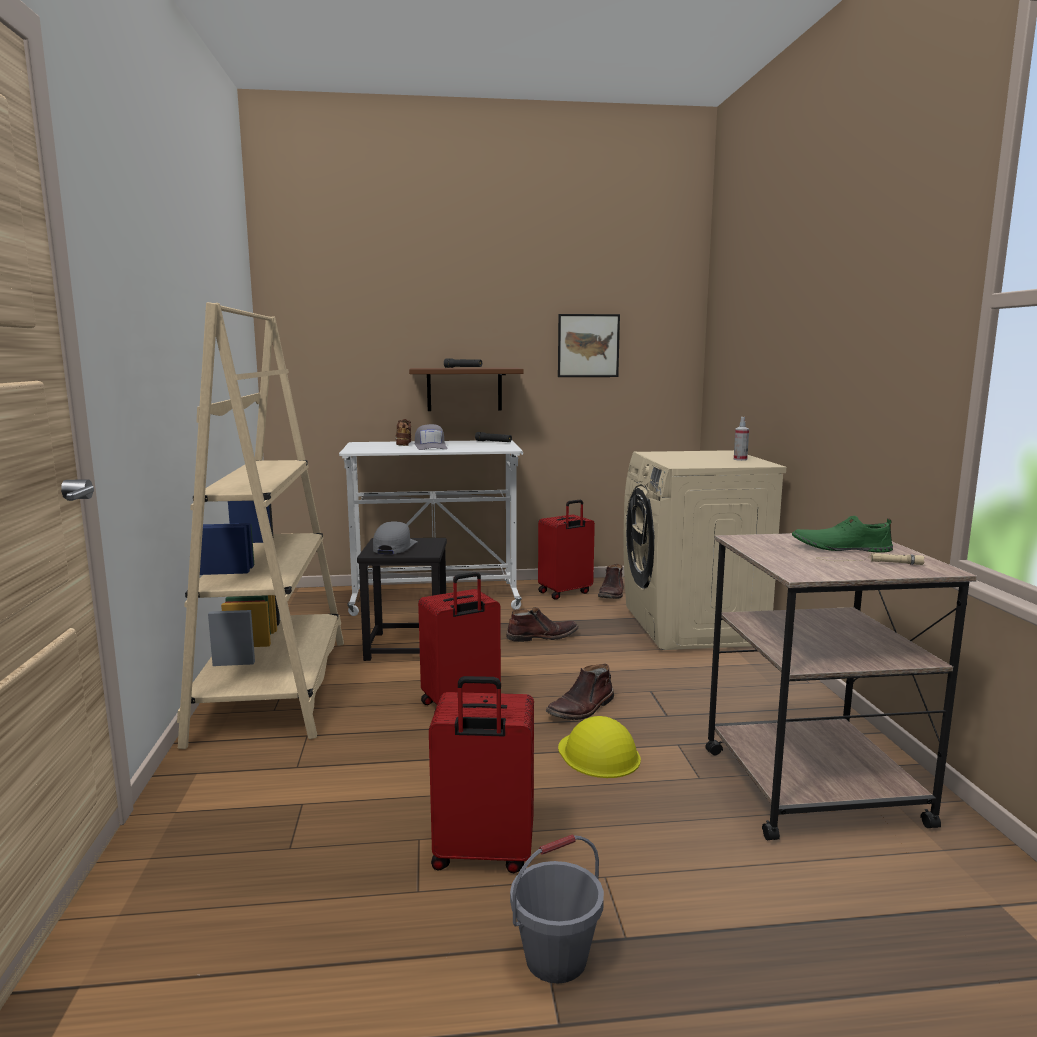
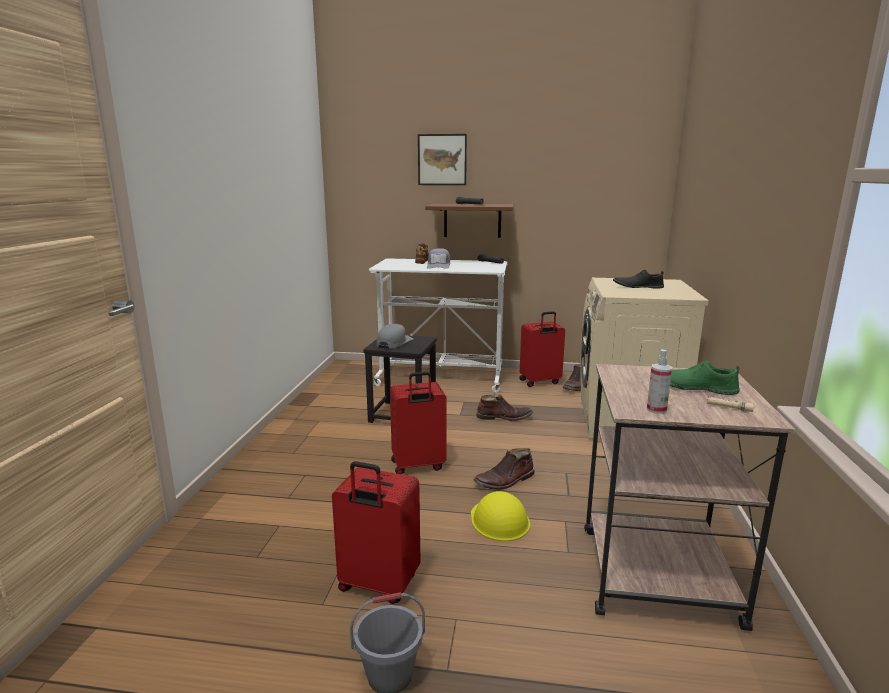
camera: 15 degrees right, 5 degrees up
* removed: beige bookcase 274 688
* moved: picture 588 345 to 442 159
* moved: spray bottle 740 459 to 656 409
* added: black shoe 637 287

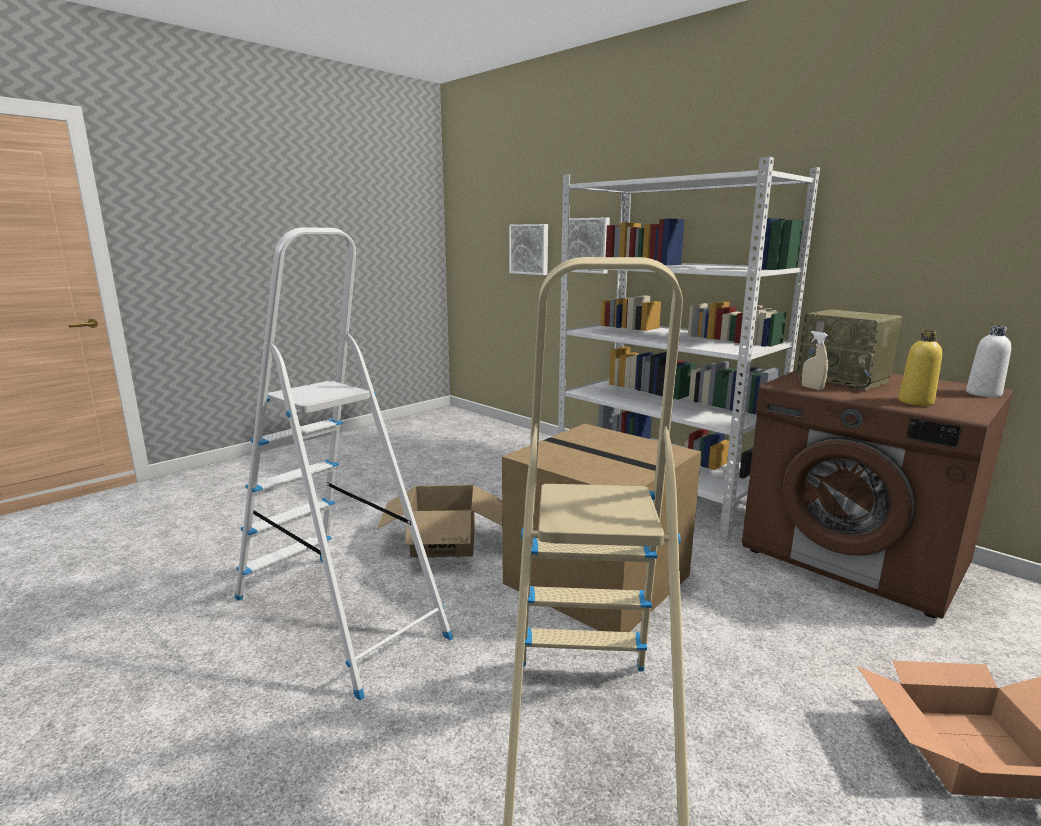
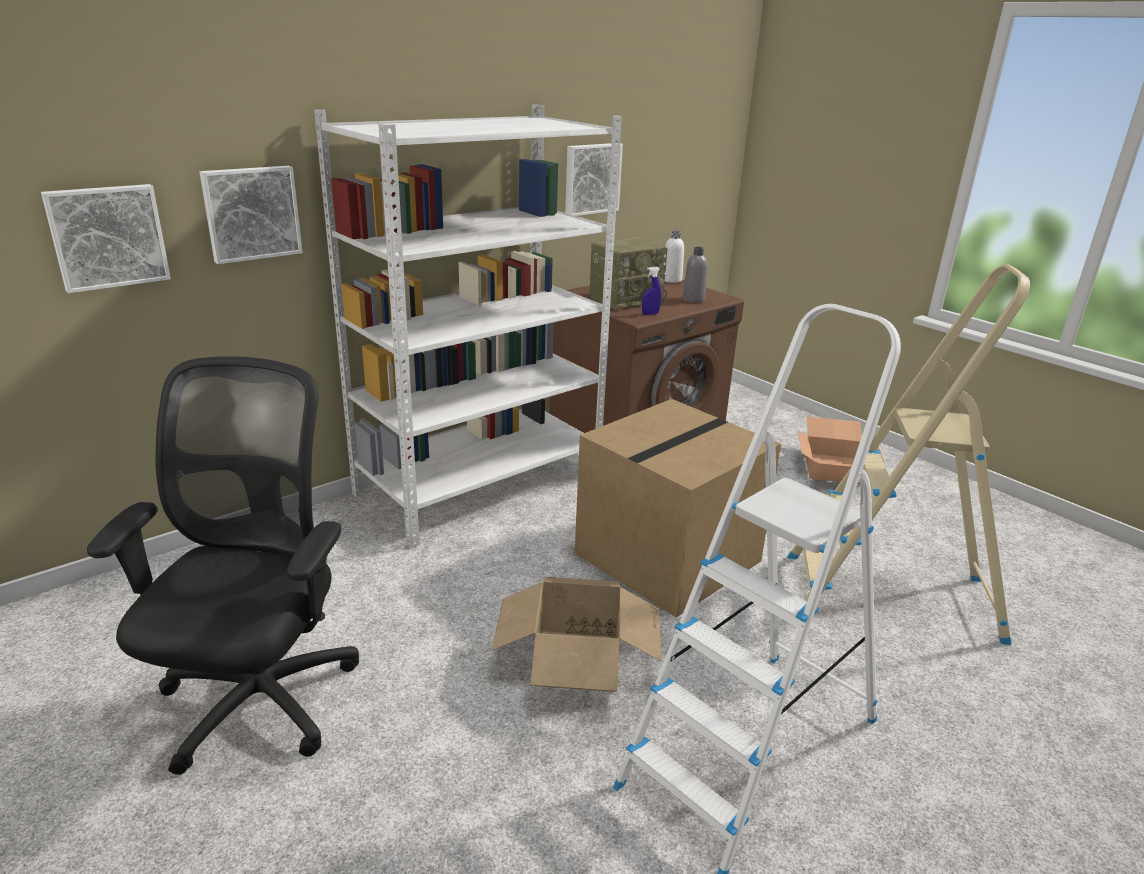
camera: 85 degrees left, 10 degrees up
* recoloured: yellow bottle 915 402 to grey bottle 693 299
* recoloured: beige spray bottle 812 388 to blue spray bottle 650 314
* added: picture 591 178
* added: black office chair 257 709

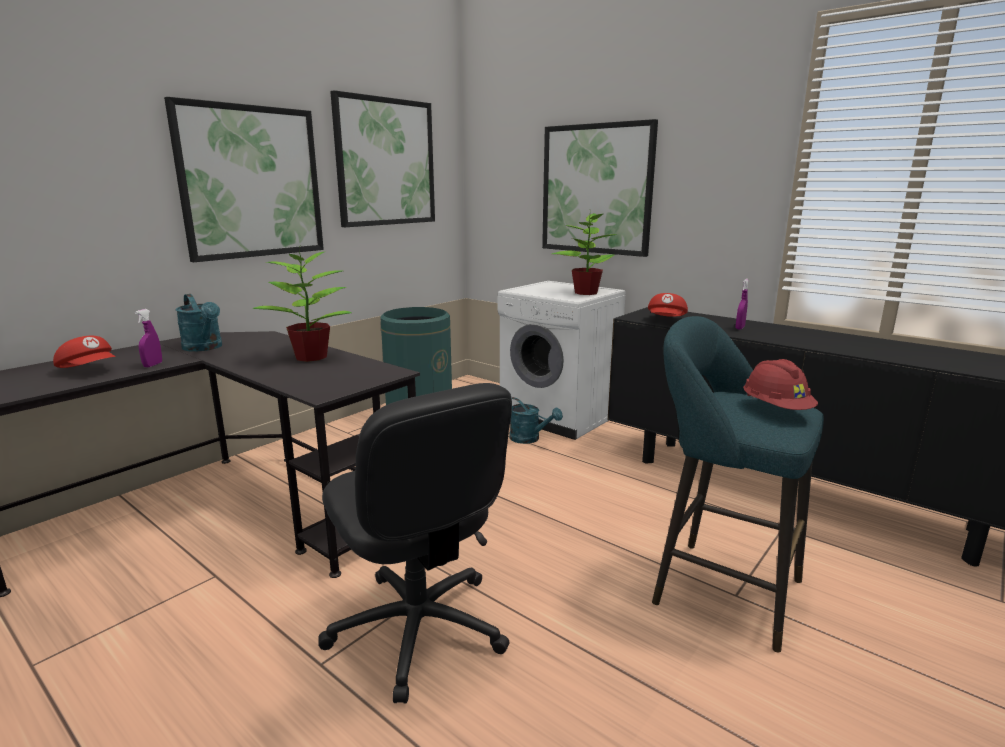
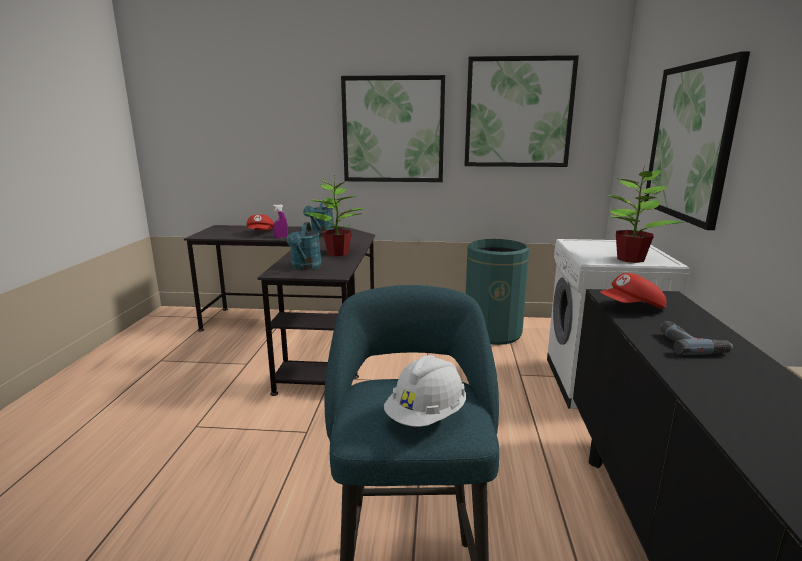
camera: 55 degrees right, 0 degrees up
* replaced: purple spray bottle 740 328 to power drill 690 344
* recoloured: red hard hat 776 409 to white hard hat 426 416
* removed: black office chair 417 628
* moved: turquoise watering can 529 439 to 305 267

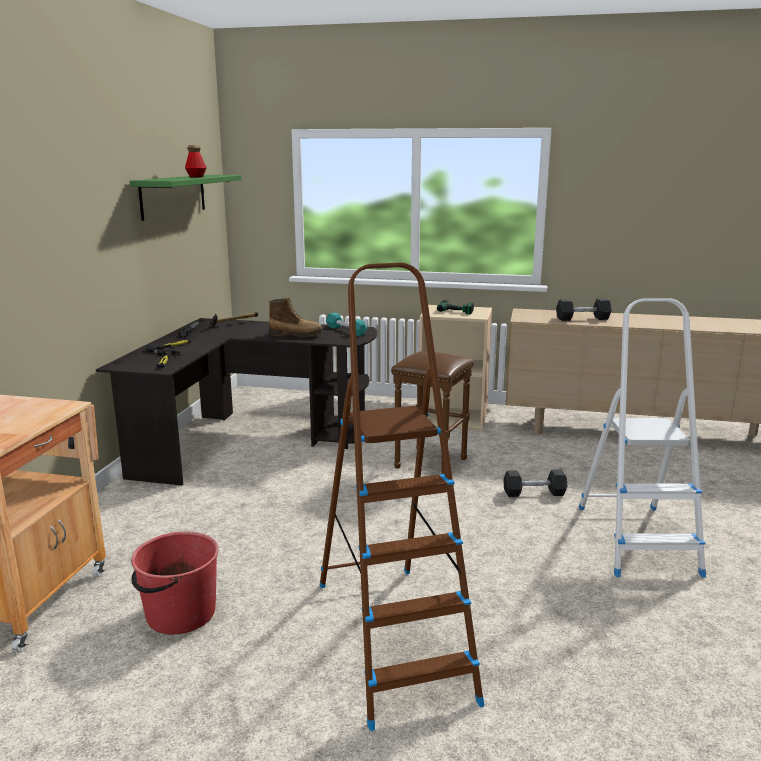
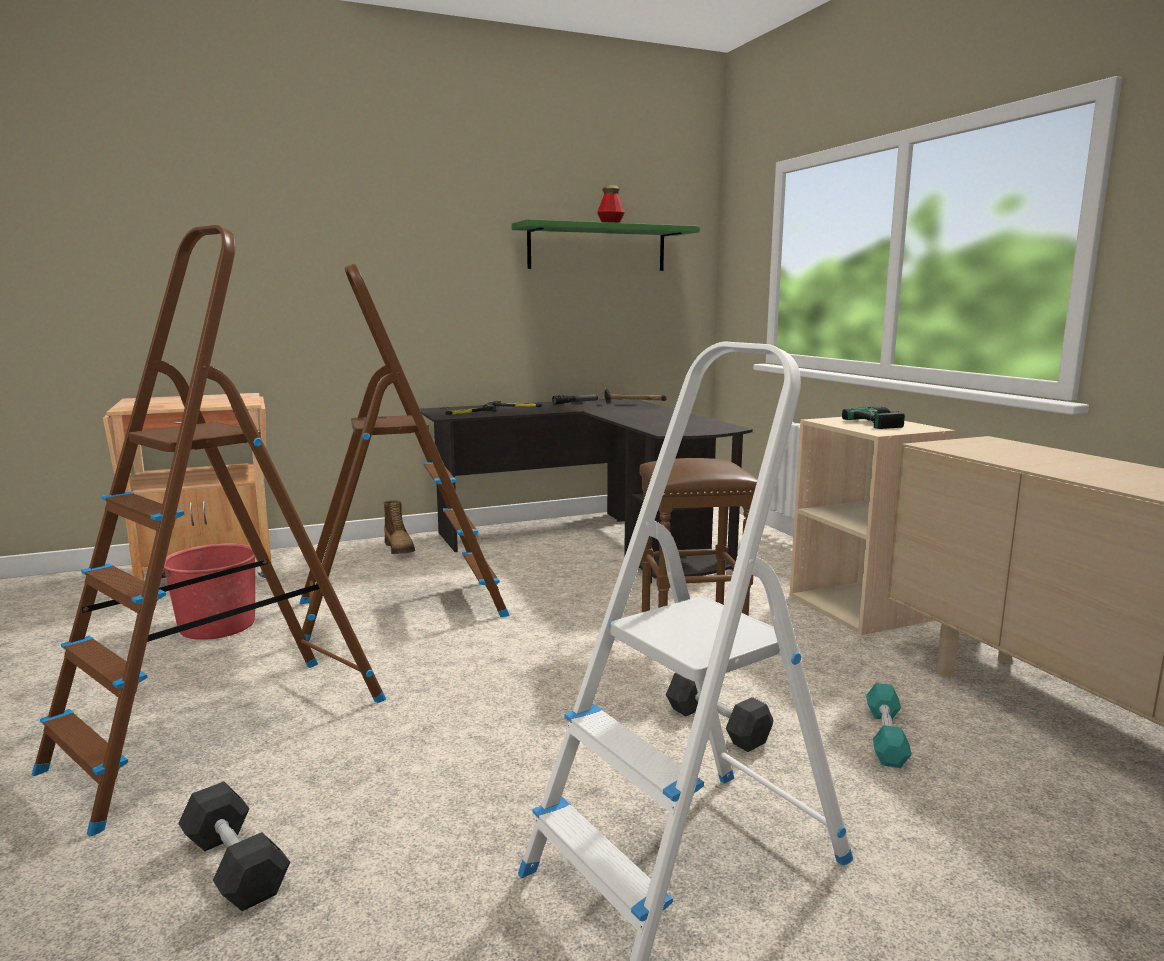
camera: 55 degrees right, 5 degrees down
* moved: boot 296 335 to 400 549
* moved: grey dumbbell 582 319 to 235 866
* moved: turquoise dumbbell 346 330 to 886 736
* added: brown step ladder 404 609

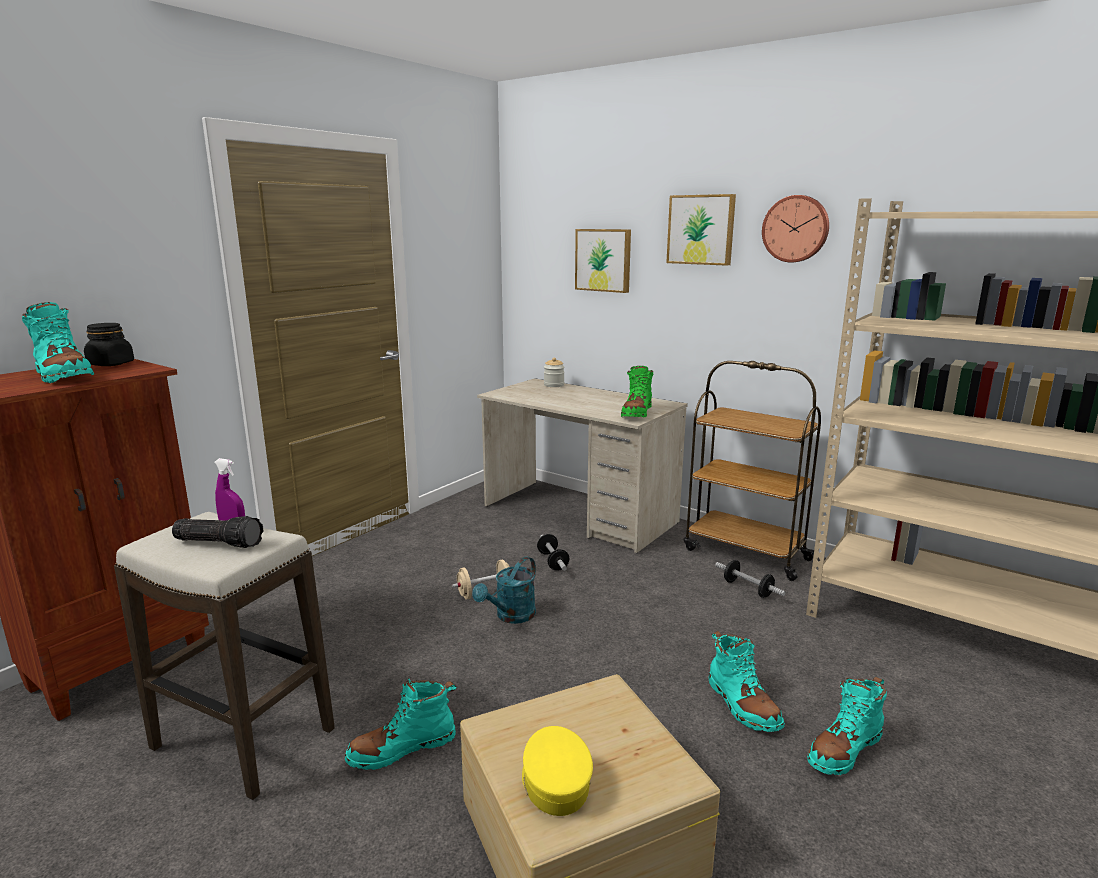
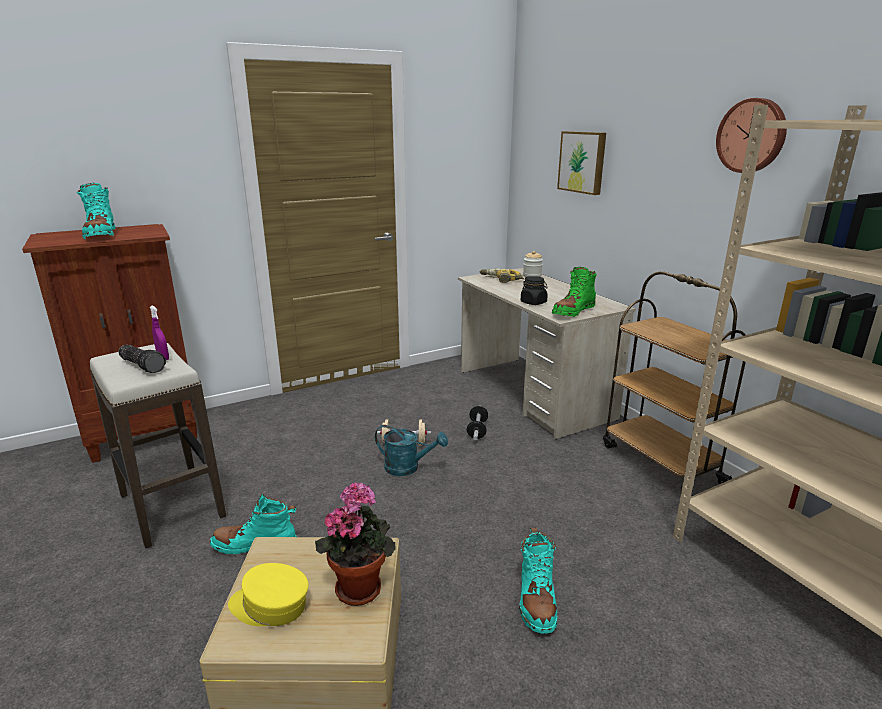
camera: 25 degrees right, 5 degrees up
* removed: picture 701 229
* moved: black jar 111 364 to 533 302
* turned: turquoise watering can 511 616 = 408 467 135 degrees counterclockwise
* removed: dumbbell 748 589
* removed: turquoise boot 844 750
* turned: yellow cap 555 782 = 270 606 90 degrees counterclockwise
* added: power drill 501 280
* added: potted plant 360 586

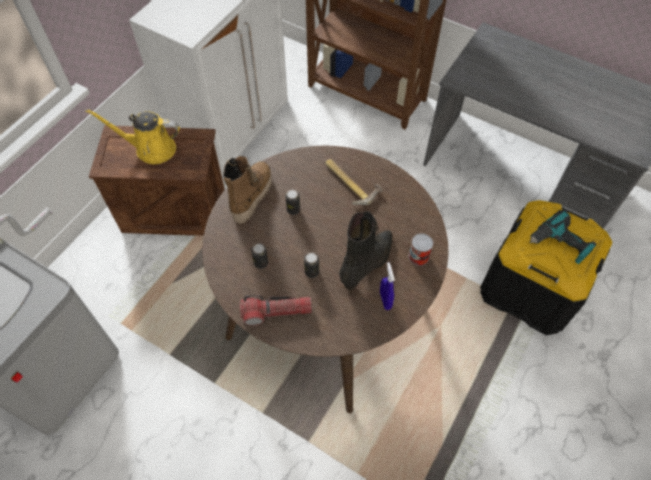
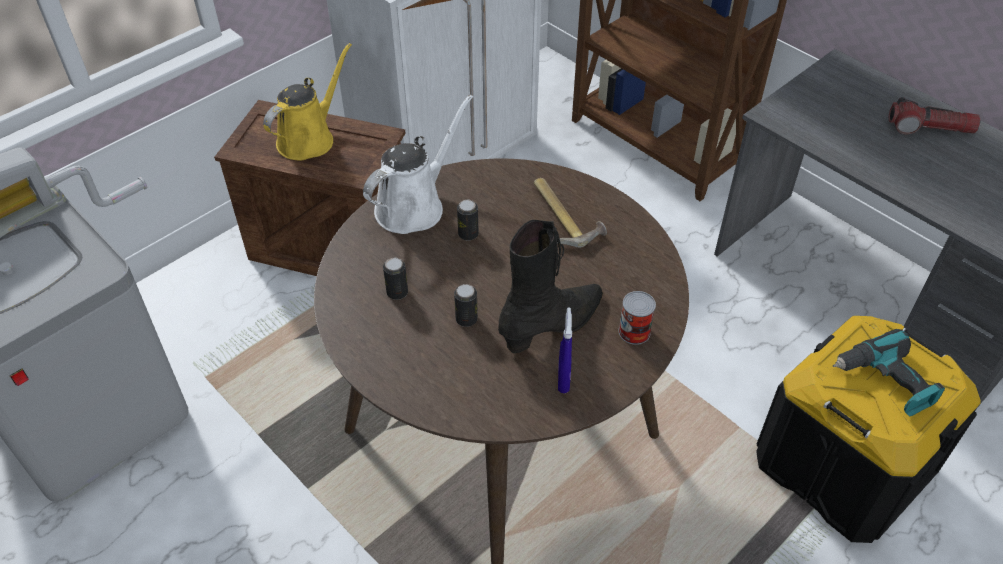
camera: 15 degrees right, 10 degrees down
* turned: yellow watering can 151 149 = 309 138 105 degrees clockwise
* replaced: boot 251 196 to white watering can 414 206
* moved: flashlight 276 312 to 929 128

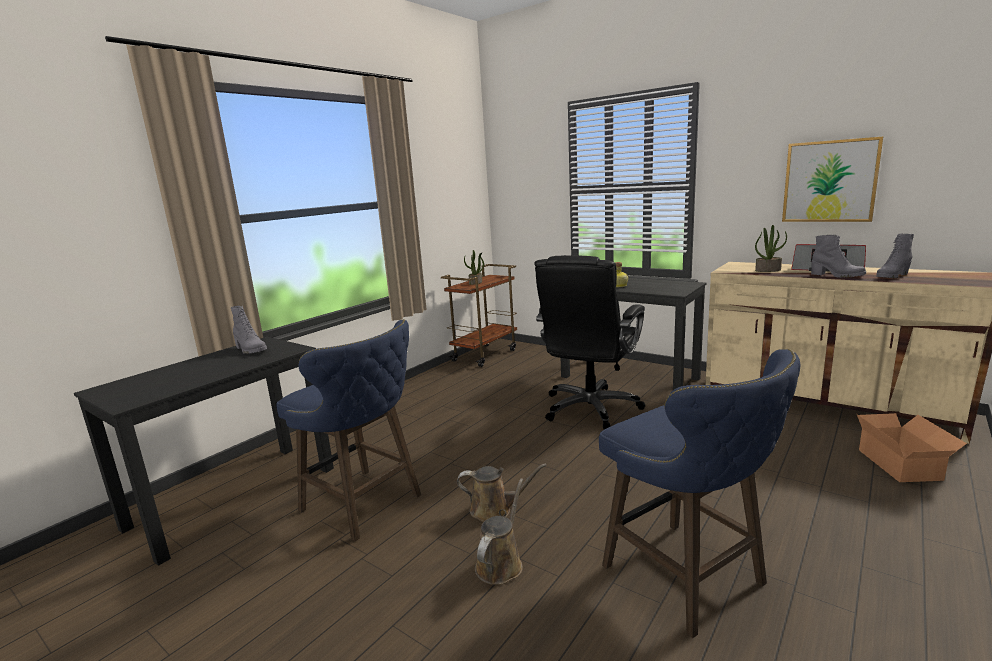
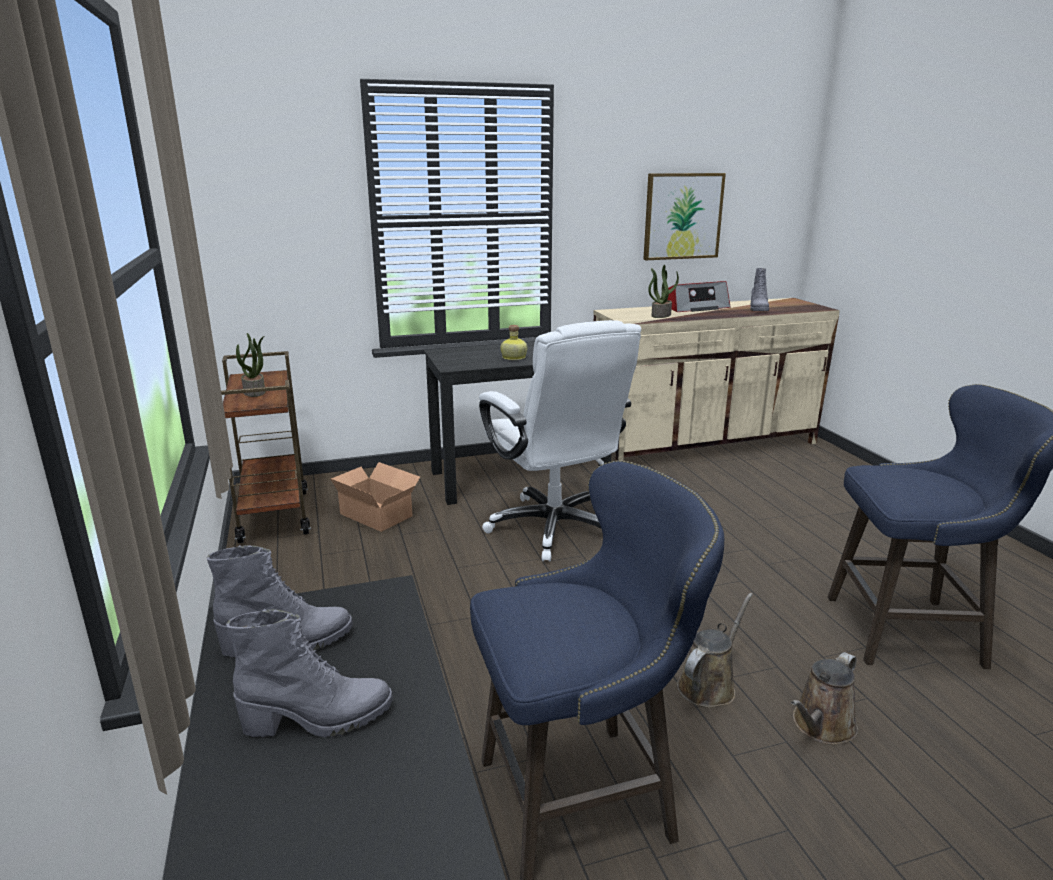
camera: 55 degrees left, 5 degrees up
* moved: grey boot 836 276 to 318 720
* recoloured: black office chair 590 408 to white office chair 554 526
* moved: cardboard box 900 463 to 377 513
* turned: brown watering can 501 563 = 821 726 105 degrees counterclockwise

